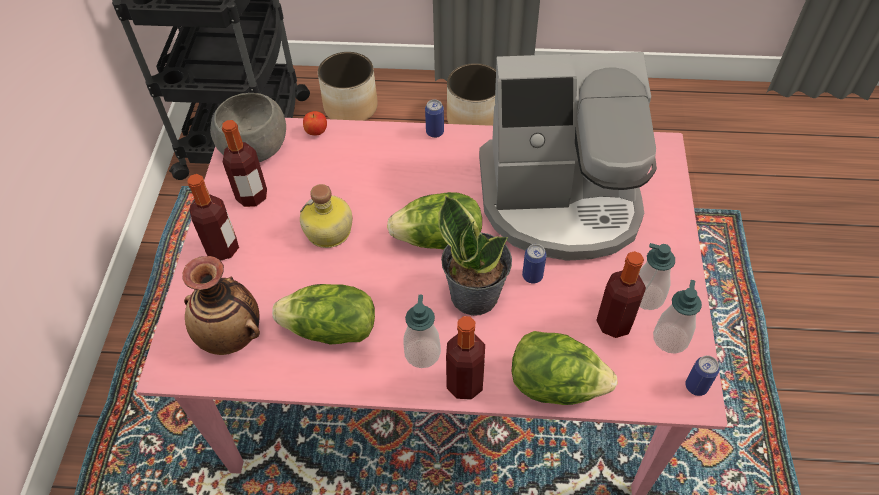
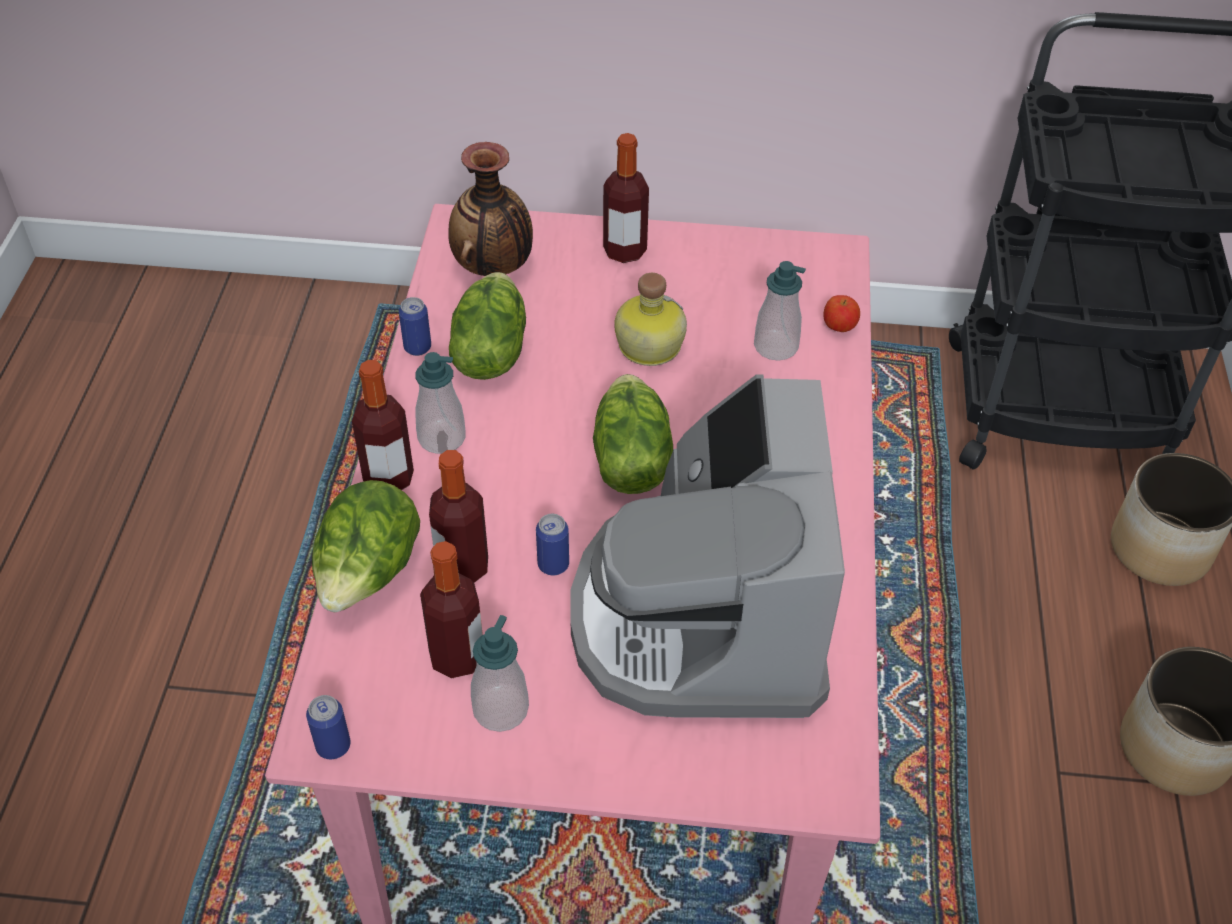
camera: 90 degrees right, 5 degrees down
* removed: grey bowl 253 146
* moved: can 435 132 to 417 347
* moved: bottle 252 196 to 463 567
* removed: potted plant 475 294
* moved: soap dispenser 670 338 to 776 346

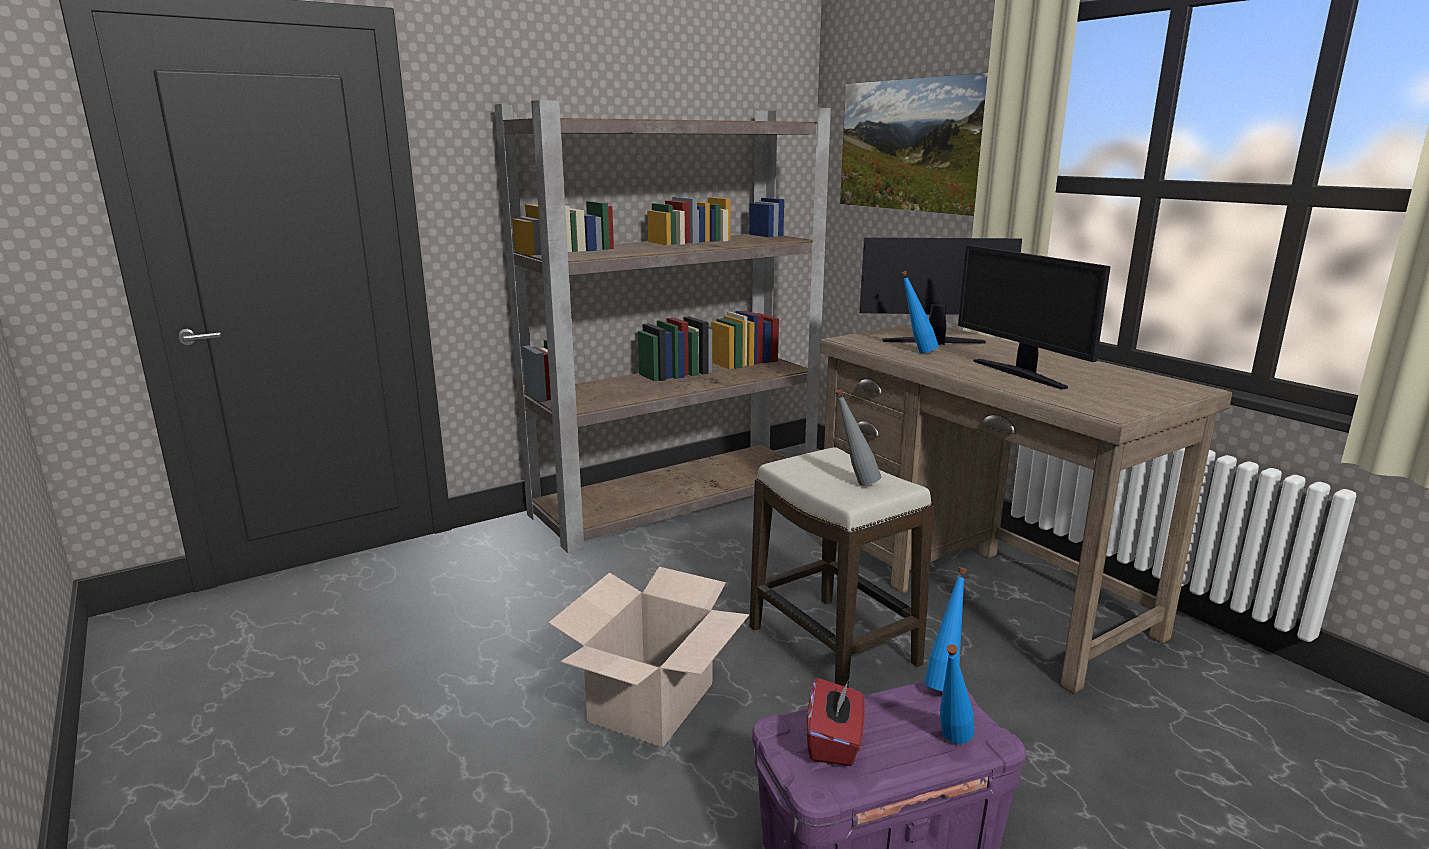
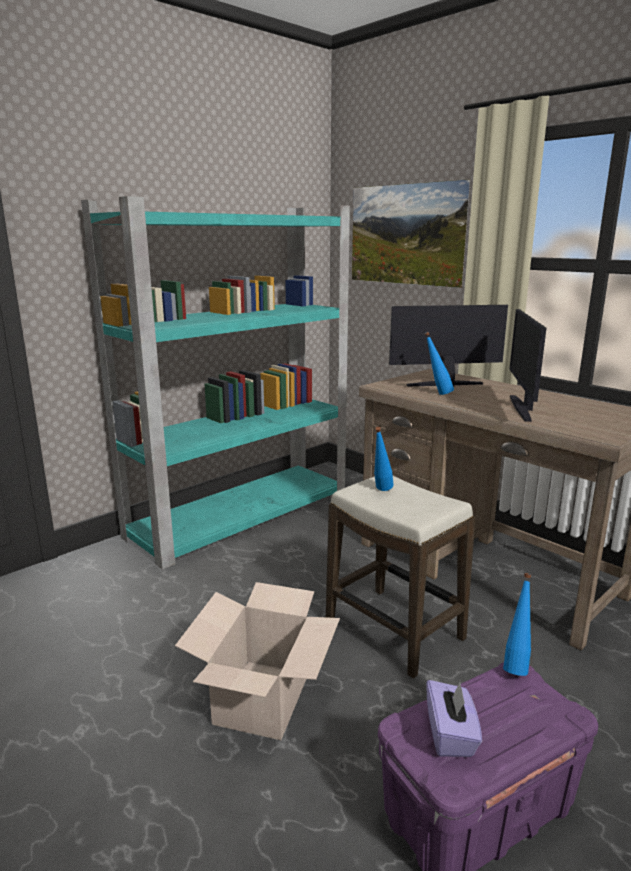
camera: 10 degrees left, 0 degrees up
* recoloured: brown bookcase 677 498 to turquoise bookcase 241 514
* turned: monitor 1020 373 = 522 408 45 degrees clockwise
* removed: grey bottle 855 482
* moved: blue bottle 950 745 to 381 491
* recoloured: red tissue box 834 742 to purple tissue box 451 735

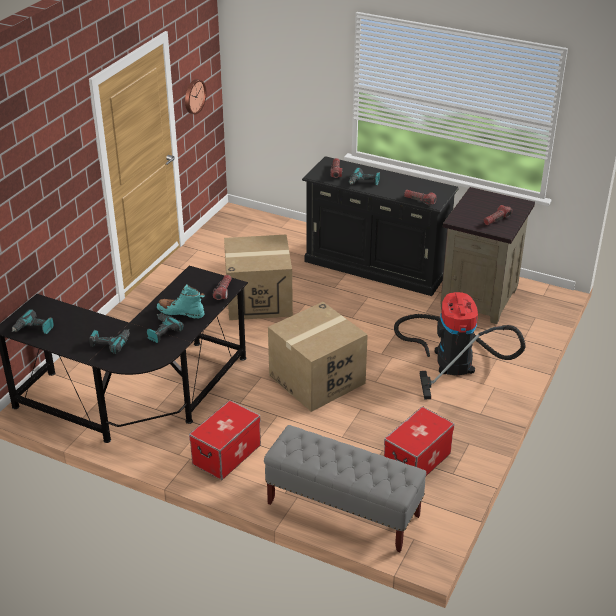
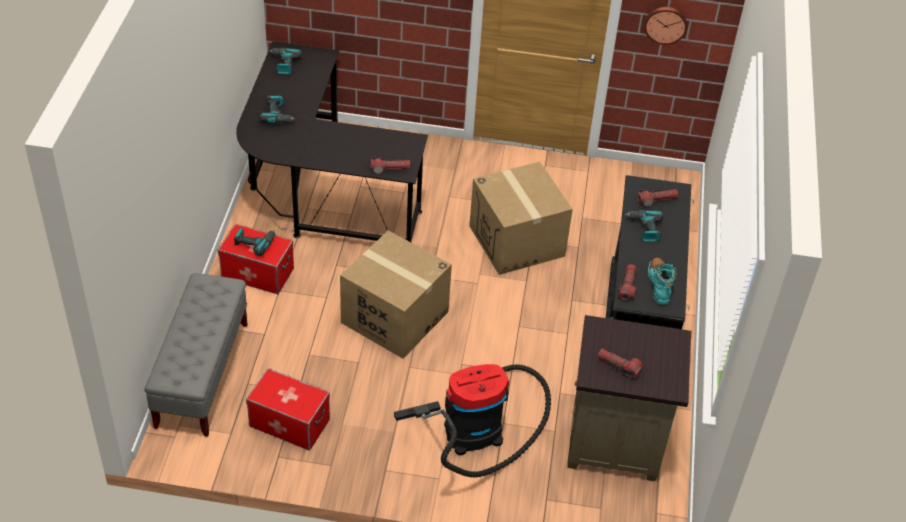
camera: 70 degrees right, 10 degrees up
* moved: turquoise boot 181 312 to 659 284
* moved: power drill 162 331 to 255 243

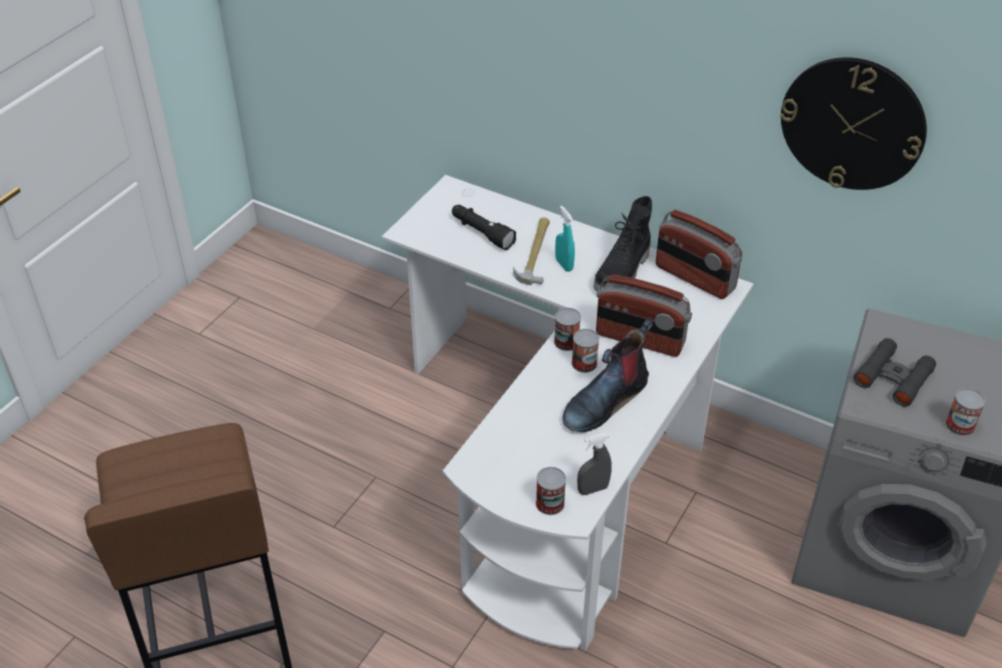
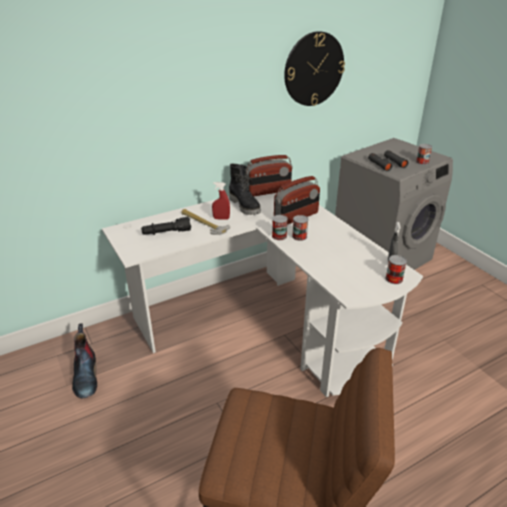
camera: 60 degrees left, 10 degrees down
* recoloured: turquoise spray bottle 564 265 to red spray bottle 221 218
* moved: boot 605 400 to 85 375

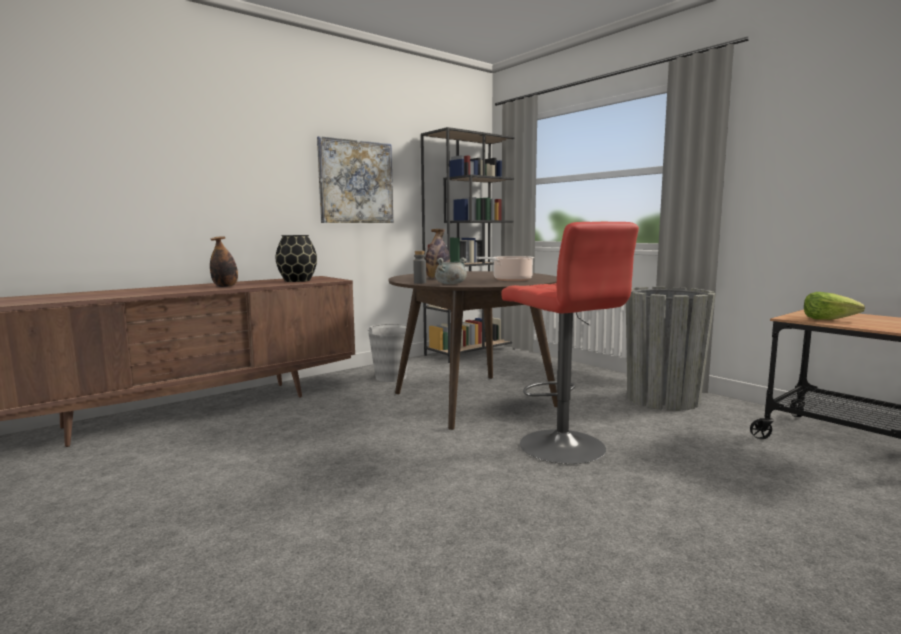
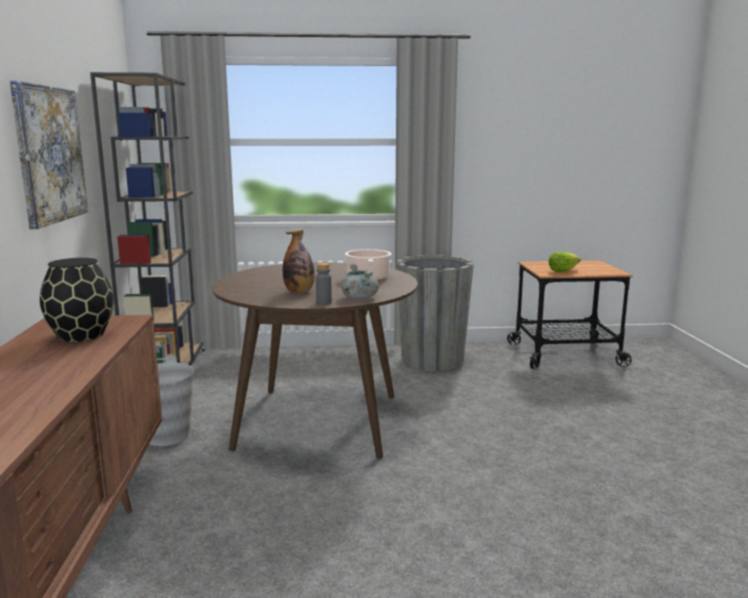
camera: 55 degrees left, 5 degrees up
* removed: red stool 562 447
* removed: bottle 225 287

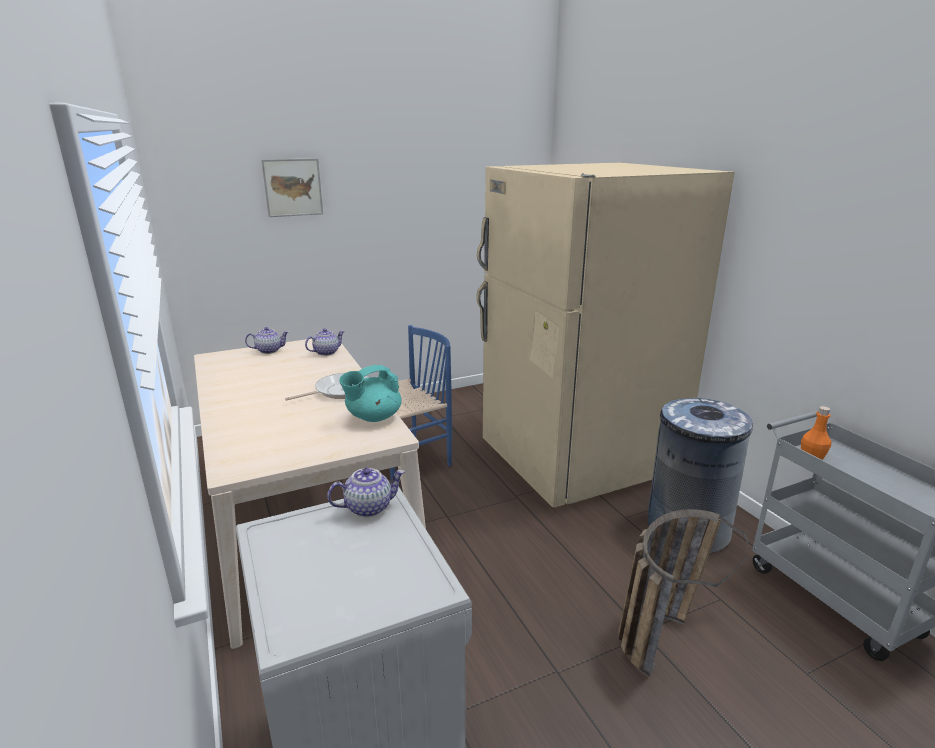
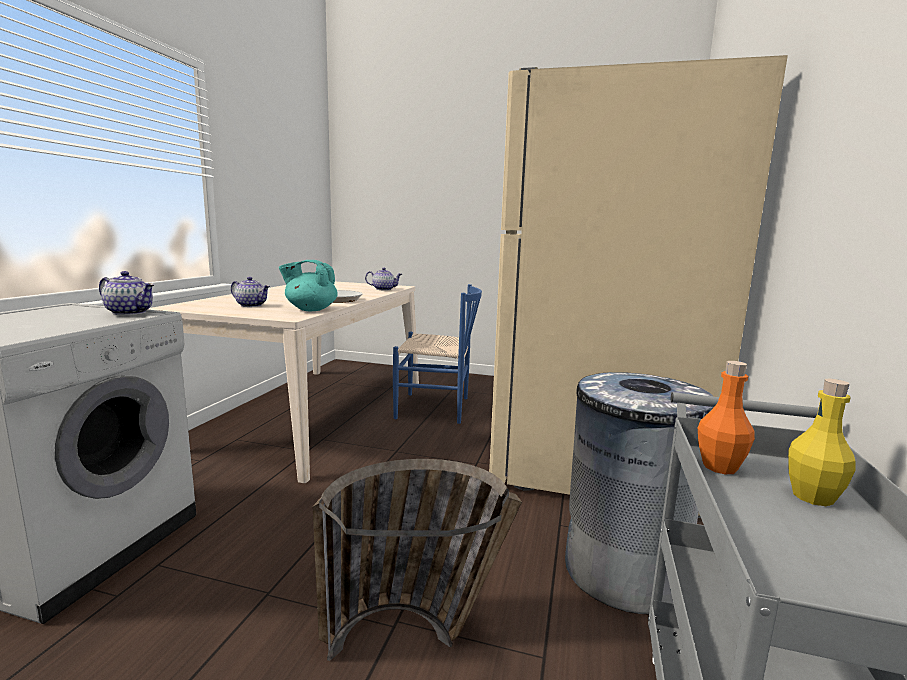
camera: 40 degrees right, 10 degrees down
* removed: picture 293 187
* moved: teapot 269 350 to 252 305
* added: yellow bottle 812 497

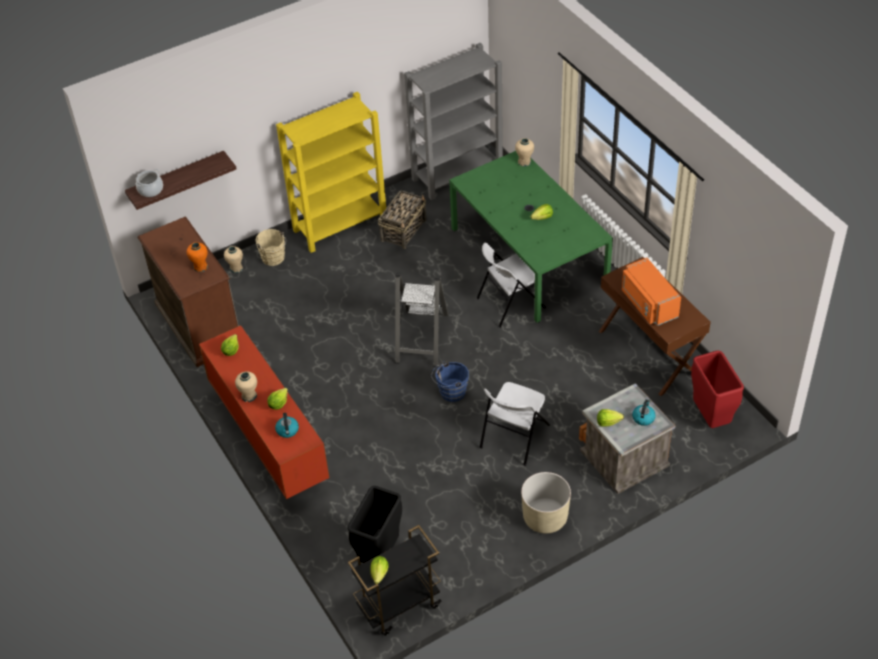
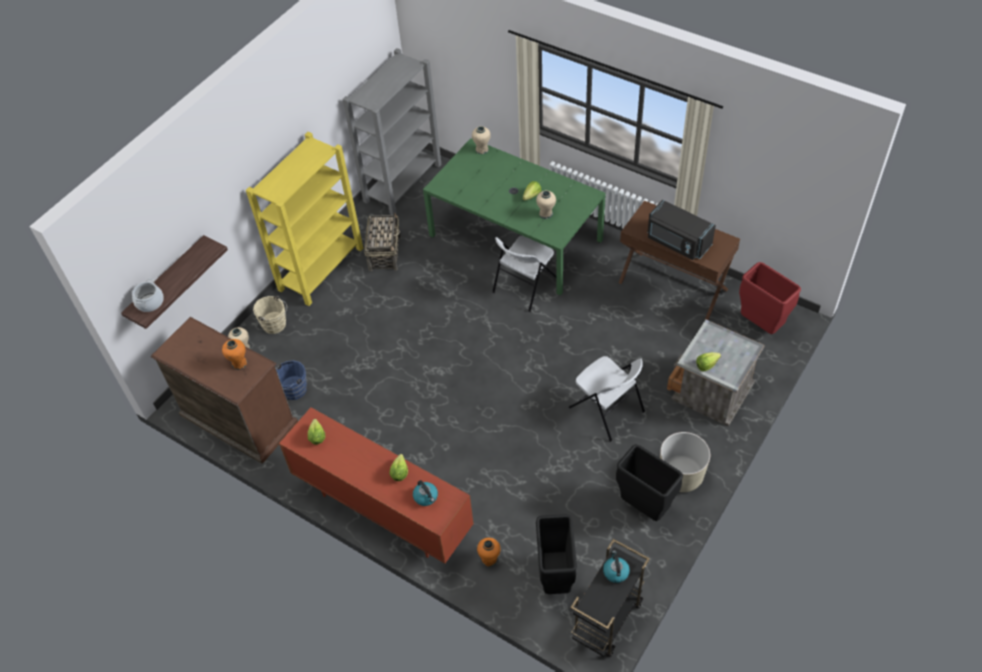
camera: 25 degrees left, 5 degrees up
* recoloured: orange microwave 648 304 to black microwave 677 242
* removed: grey step ladder 421 339
* moved: blue bucket 450 392 to 292 391
* moved: beige vase 249 396 to 546 214
* turned: white chair 514 436 = 606 409 45 degrees counterclockwise
* moved: kettle 643 418 to 615 571
* removed: lettuce 379 574
* added: black trash can 645 507
* added: orange vase 489 559

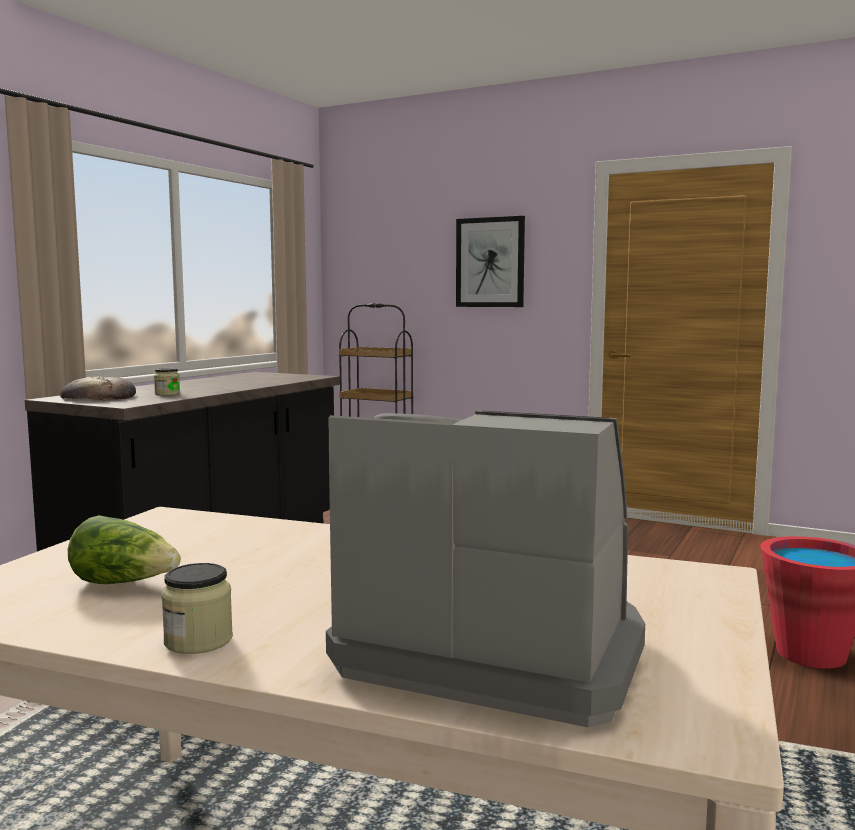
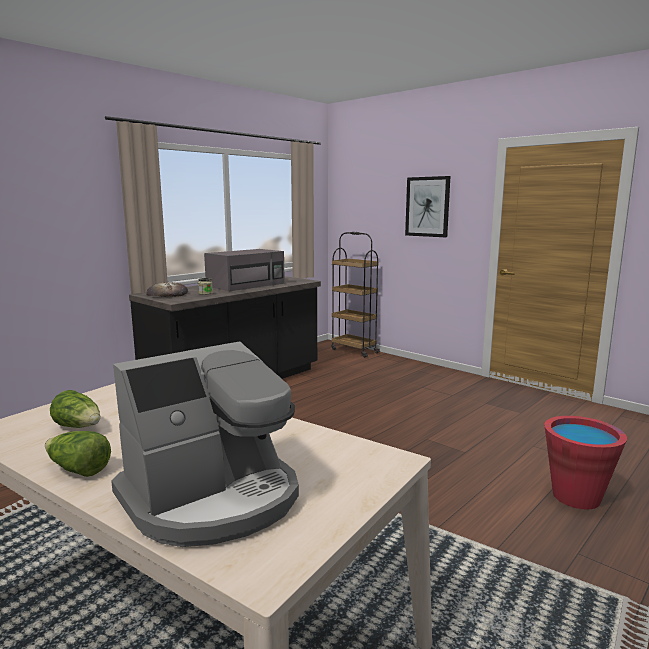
camera: 15 degrees right, 5 degrees up
* turned: coffee machine 493 650 = 213 498 105 degrees clockwise
* replaced: jar 198 640 to lettuce 78 469
* added: grey microwave 246 285

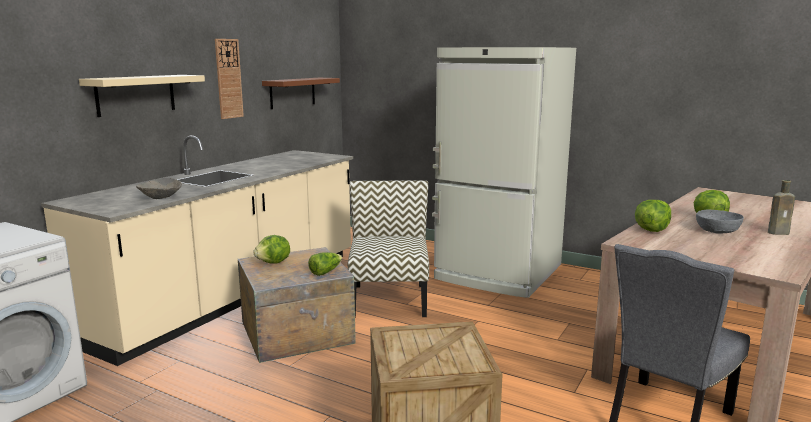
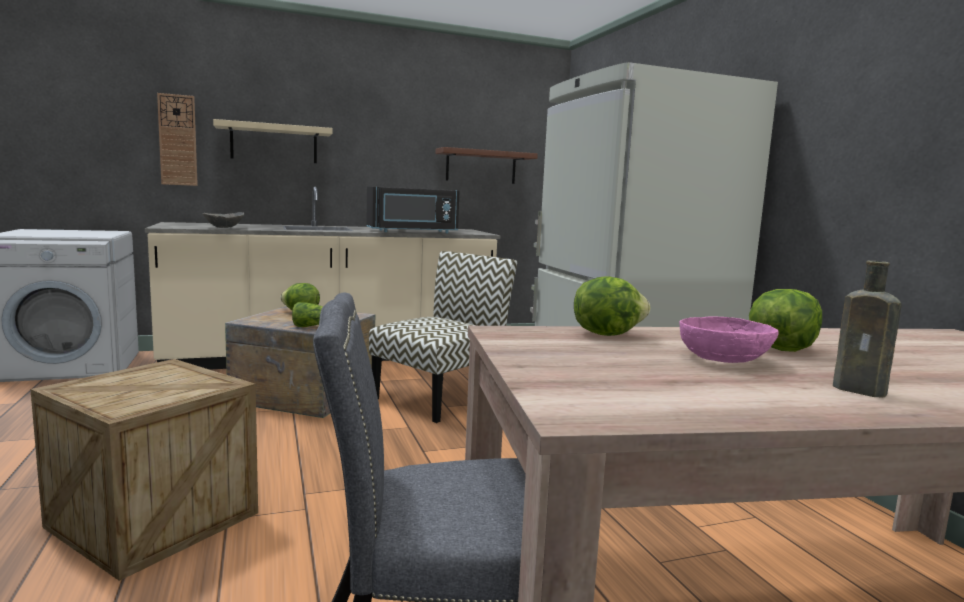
camera: 40 degrees right, 5 degrees down
* moved: wall clock 228 79 to 178 140
* recoloured: grey bowl 717 231 to pink bowl 724 359
* added: black microwave 413 232

